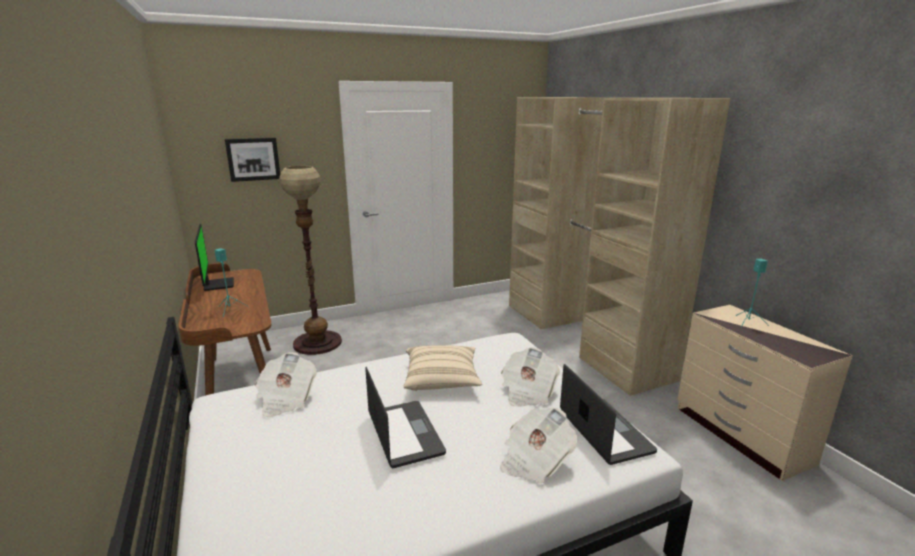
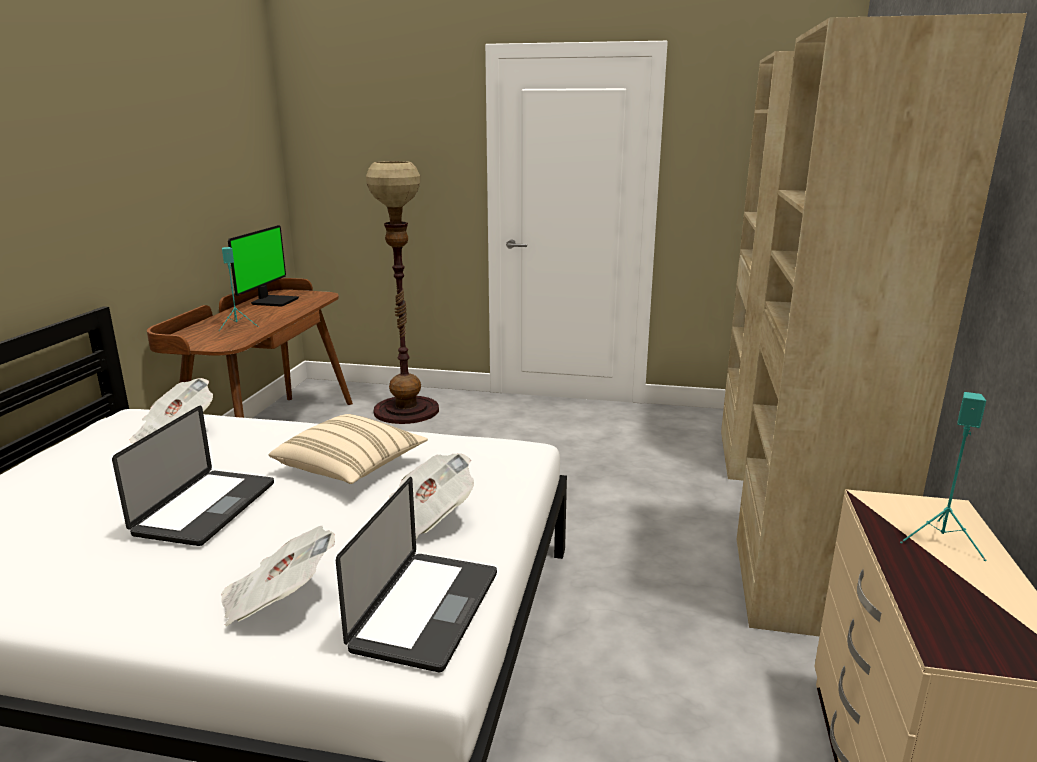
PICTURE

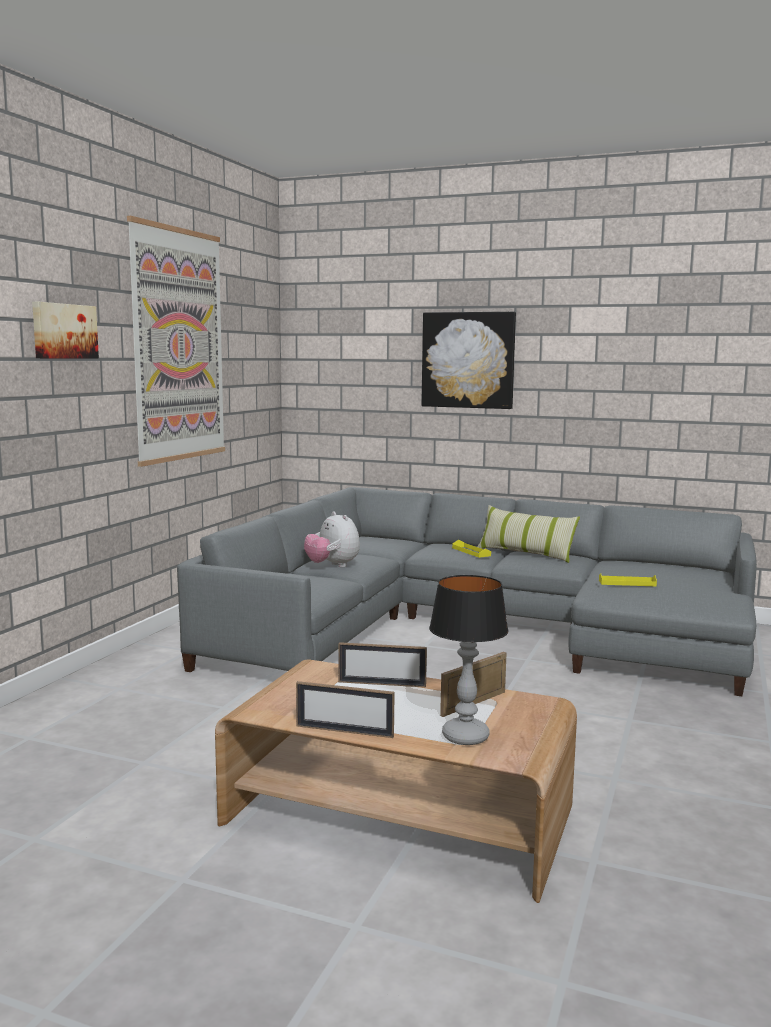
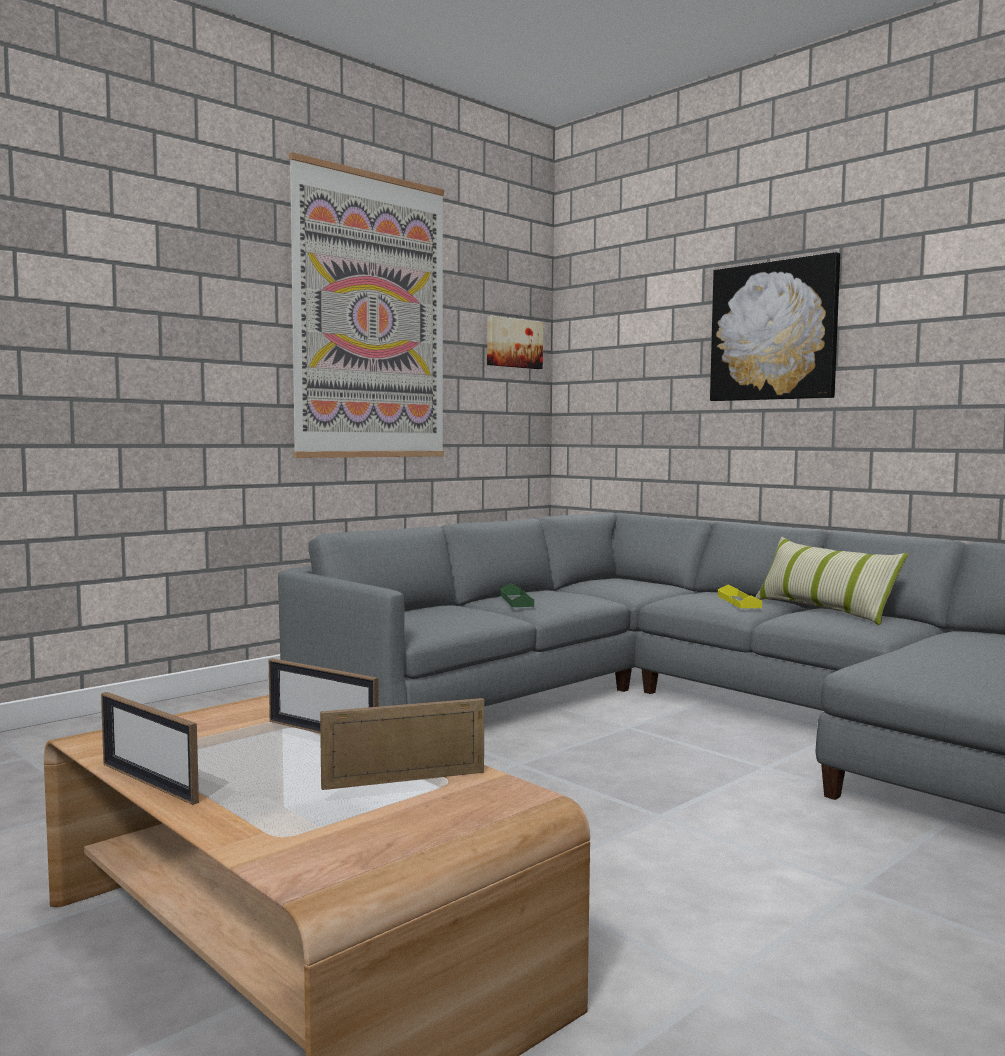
TABLE LAMP
YELLOW TRAY (no. 2 from left in the first image)
PICTURE (no. 2 from left)
GREEN TRAY

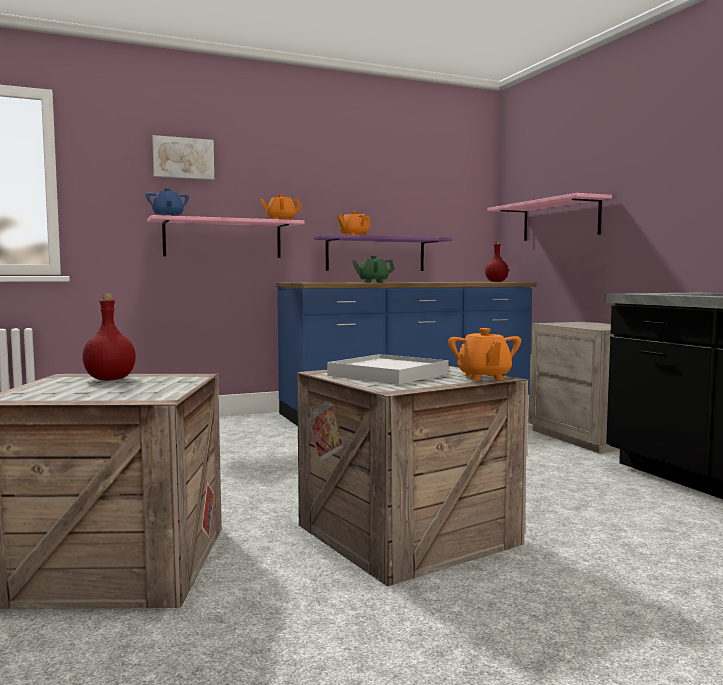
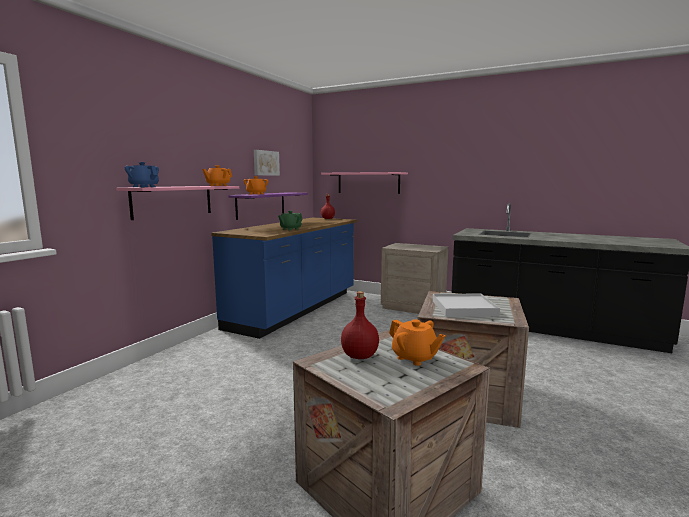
PICTURE
ORANGE TEAPOT (no. 3 from left)

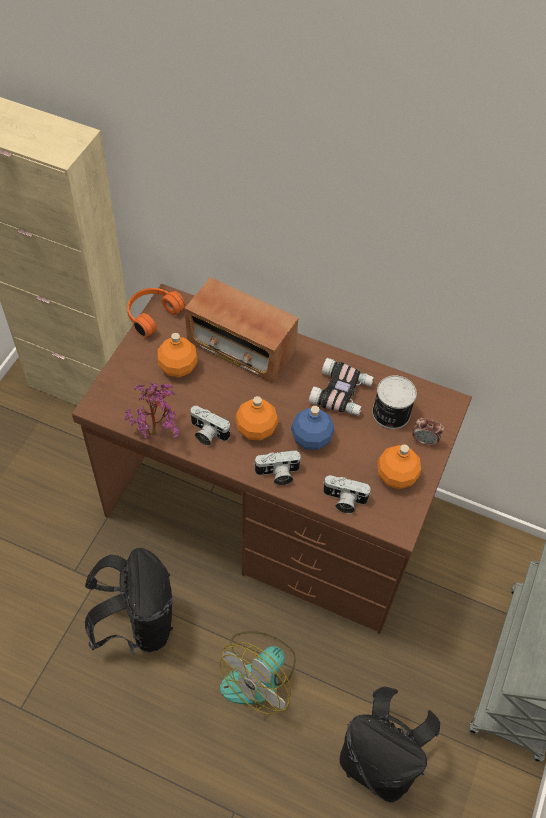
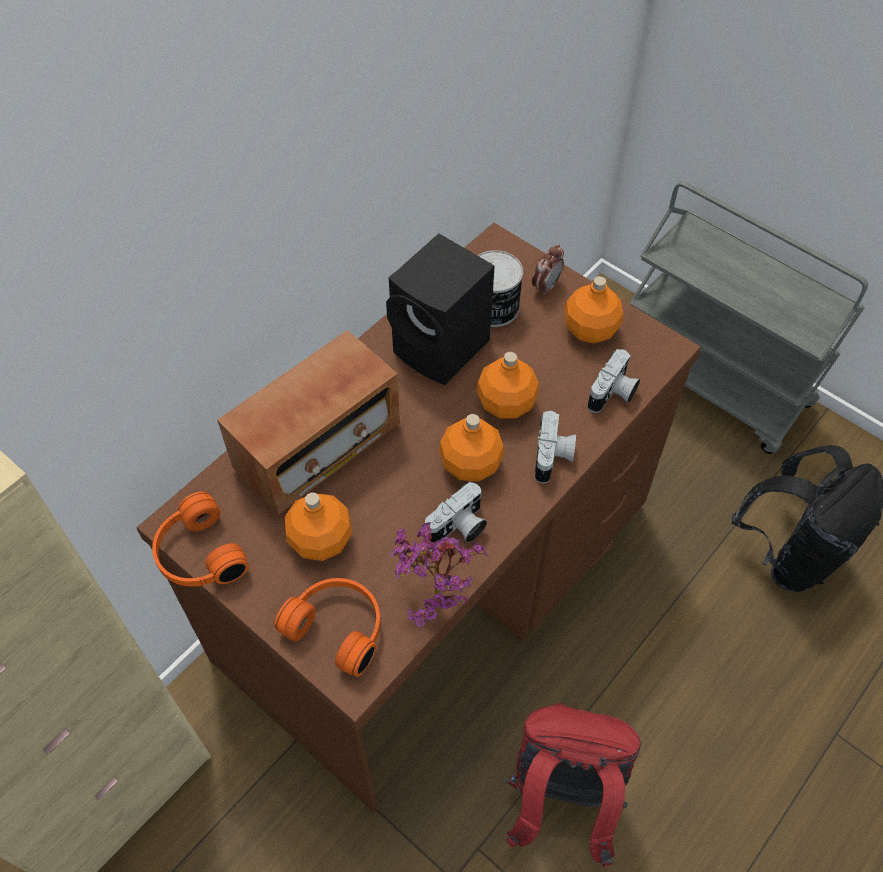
FAN
ORANGE HEADPHONES (no. 2 from left)
BLACK SPEAKER
RED BACKPACK
ORANGE BOTTLE (no. 3 from left)

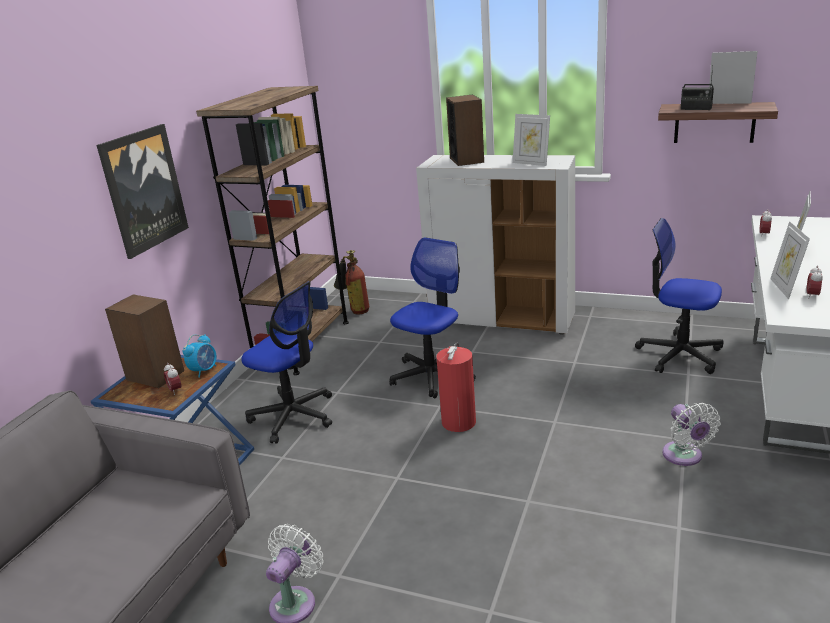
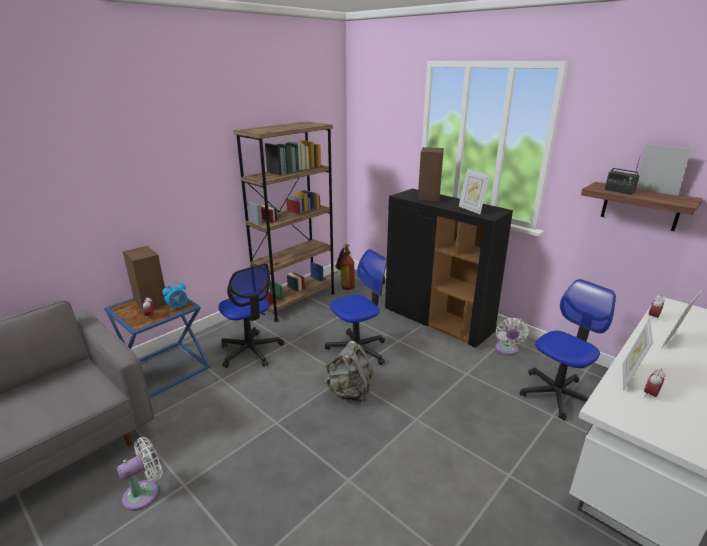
PICTURE
WHITE FAN (no. 2 from left)
GREY BACKPACK
BLACK CABINET
OFFICE CHAIR (no. 3 from left)

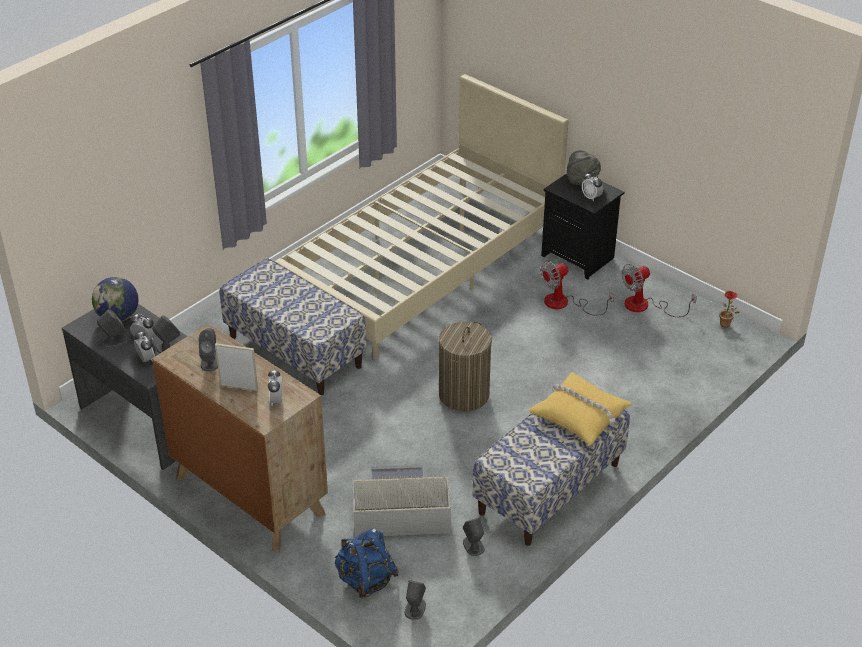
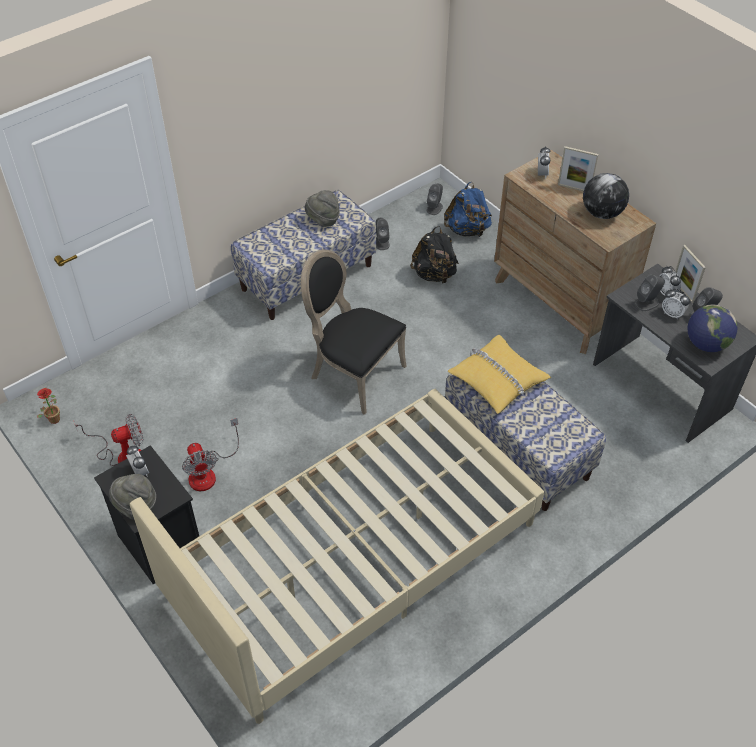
GREY HAT (no. 2 from left)
PICTURE FRAME (no. 2 from left)
YELLOW PILLOW
GLOBE (no. 1 from left)
BLACK BACKPACK
BLACK CHAIR
FAN (no. 2 from left)

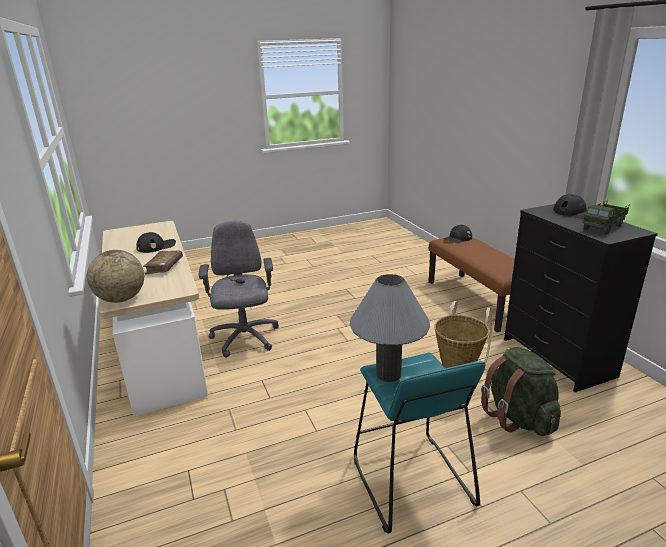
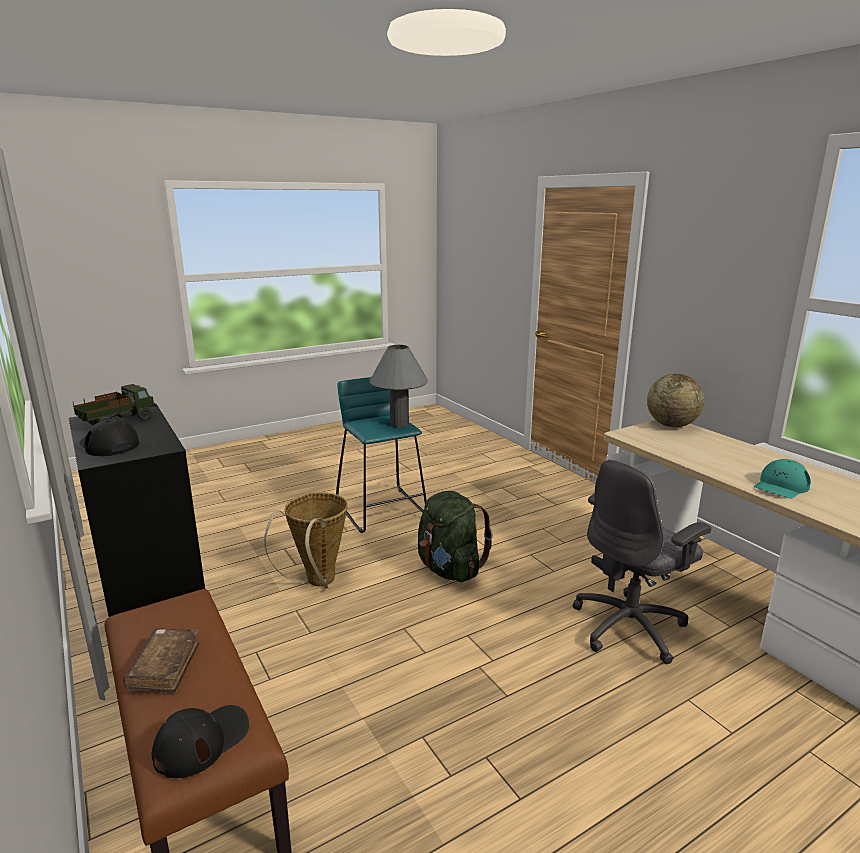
BROWN BOOK
GREEN BACKPACK
TURQUOISE CAP
GREY OFFICE CHAIR

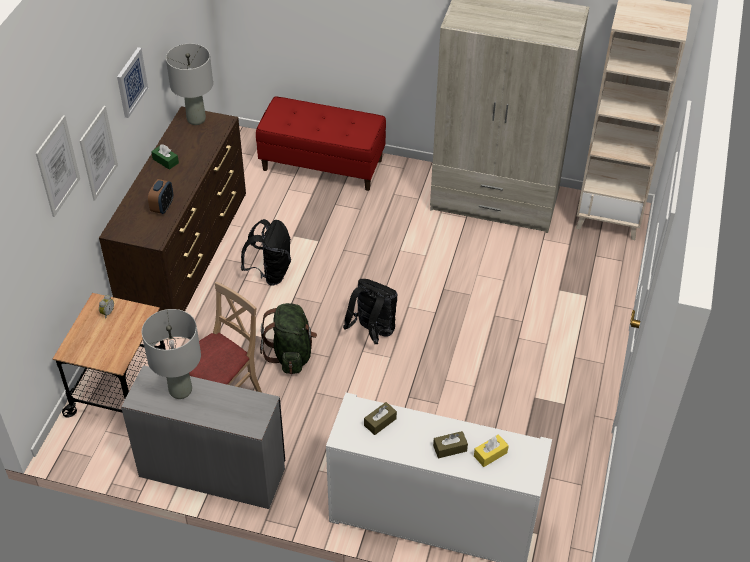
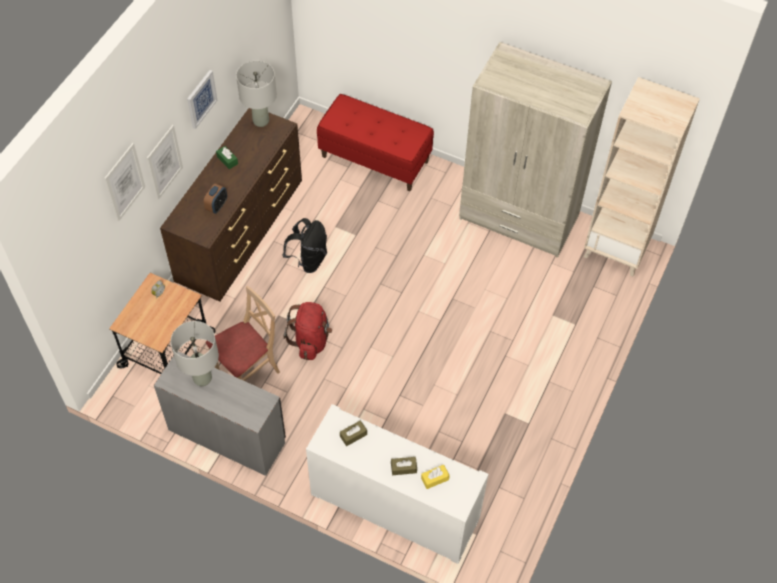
BLACK BACKPACK (no. 2 from left in the first image)
RED BACKPACK

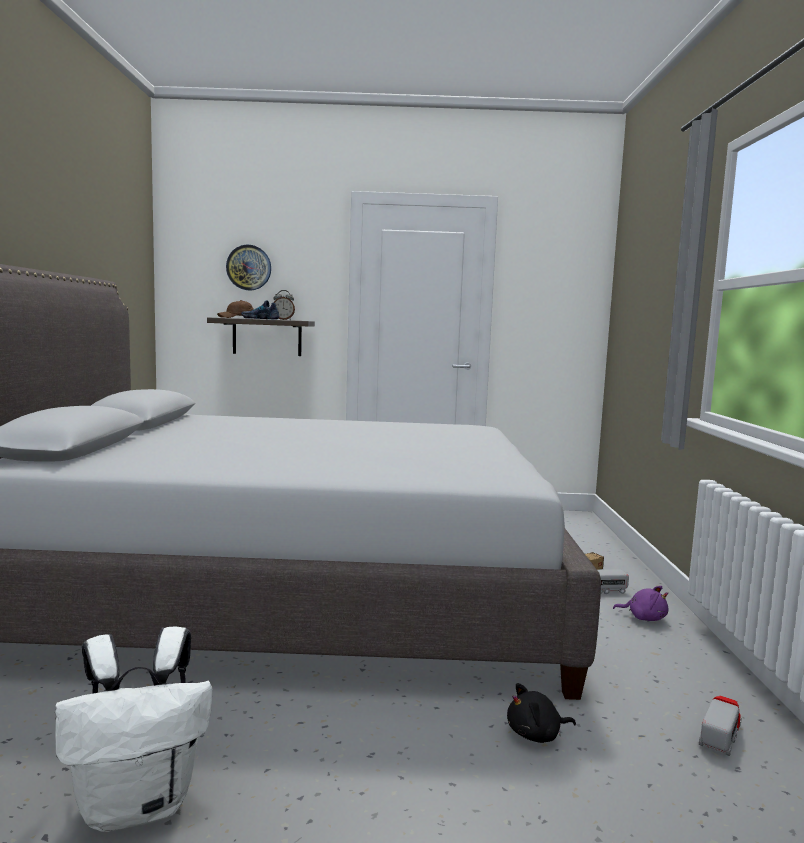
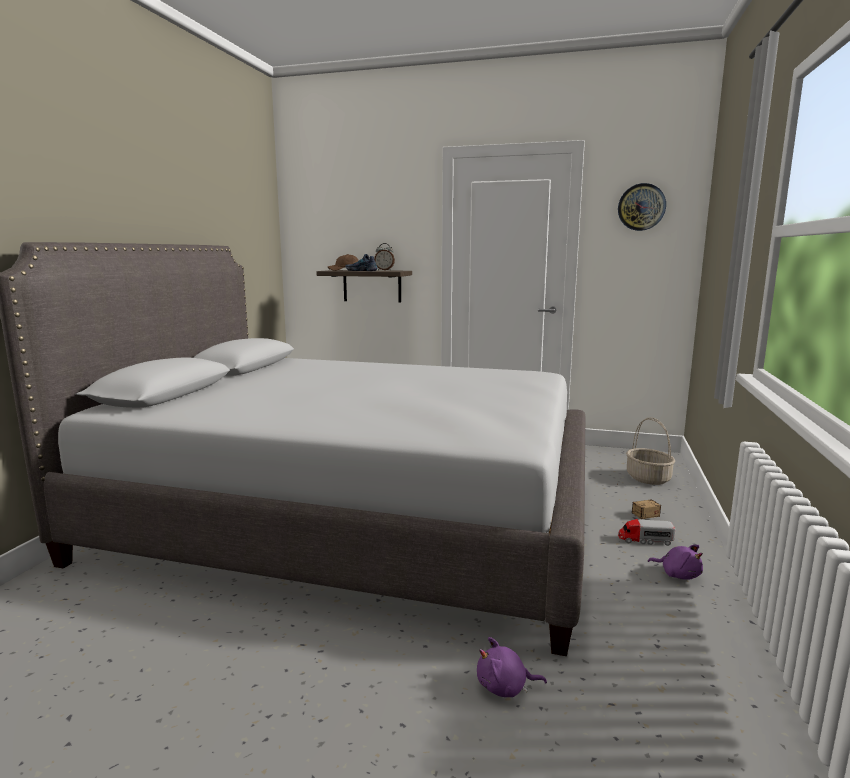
WHITE BACKPACK
TOY TRUCK (no. 2 from left in the first image)
BASKET
WALL CLOCK
PURPLE PLUSH TOY (no. 1 from left)

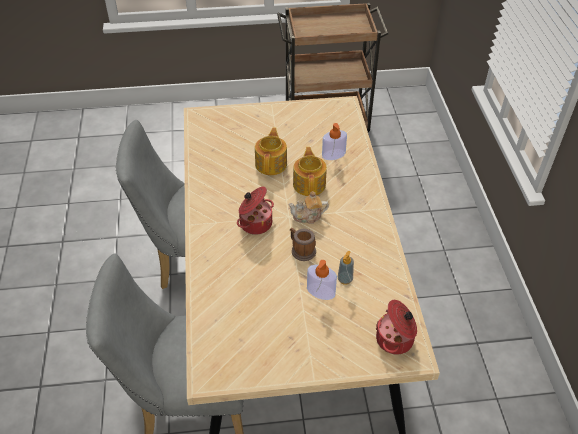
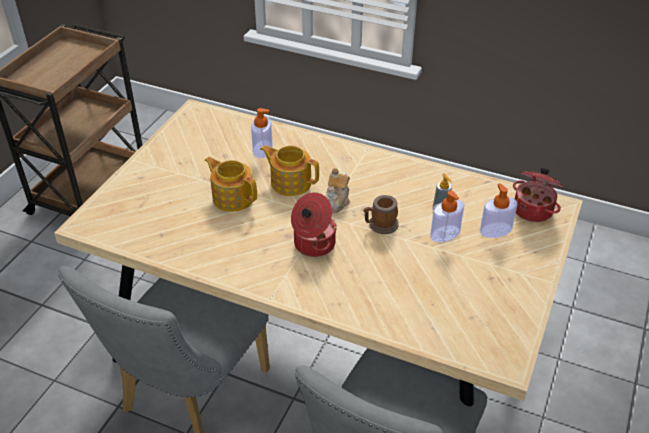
SOAP DISPENSER (no. 4 from left)

